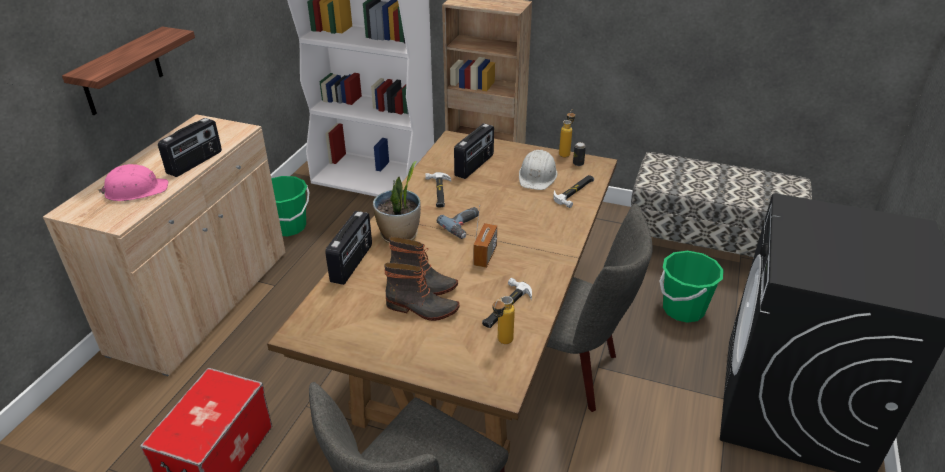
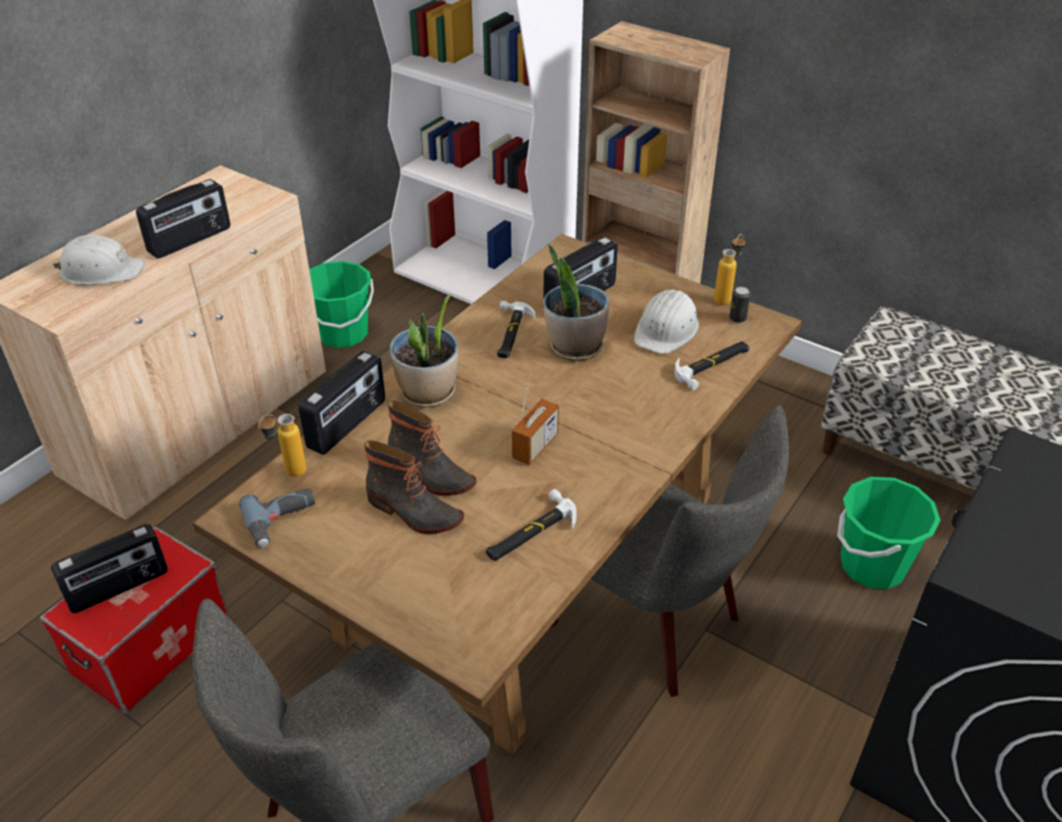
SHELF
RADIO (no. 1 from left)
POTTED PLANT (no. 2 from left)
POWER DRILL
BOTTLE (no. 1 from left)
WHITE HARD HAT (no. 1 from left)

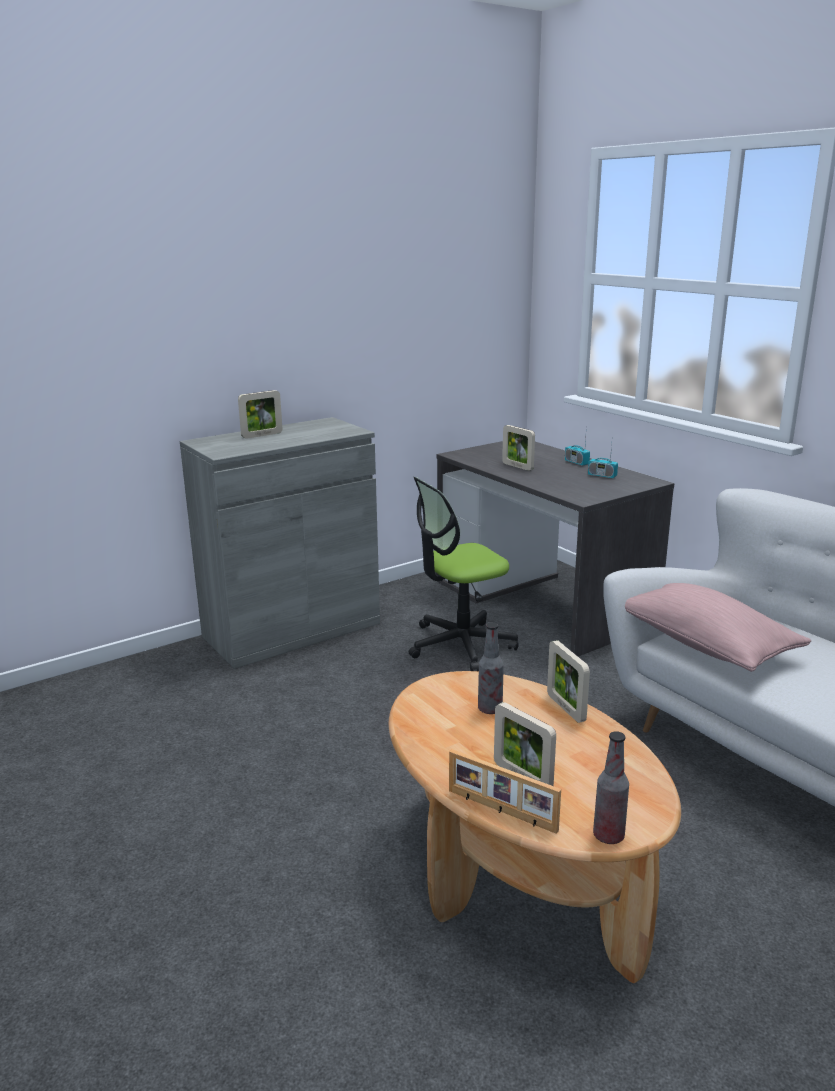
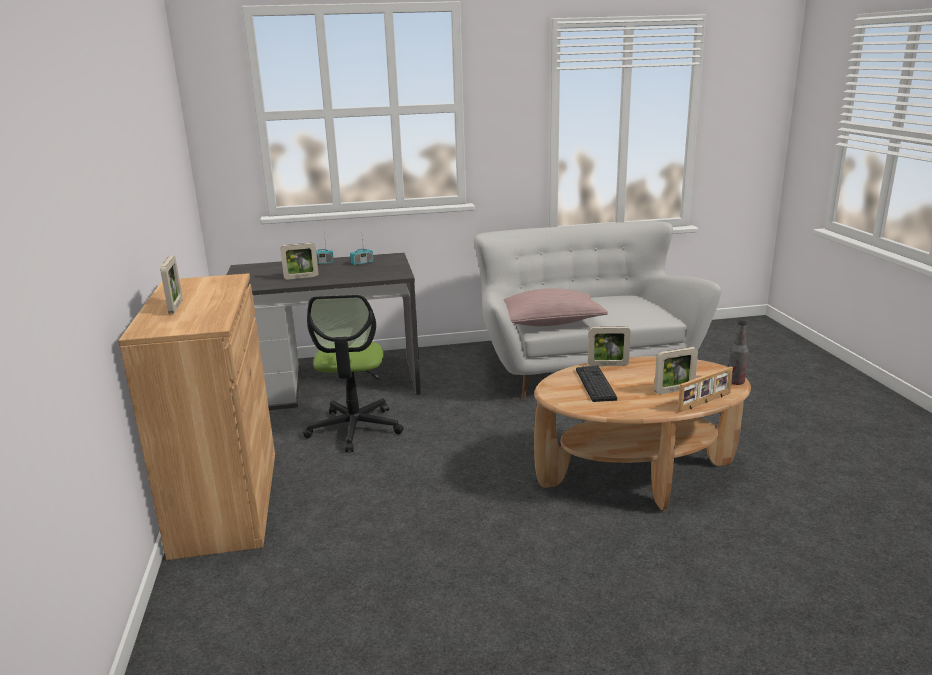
KEYBOARD
BROWN CABINET

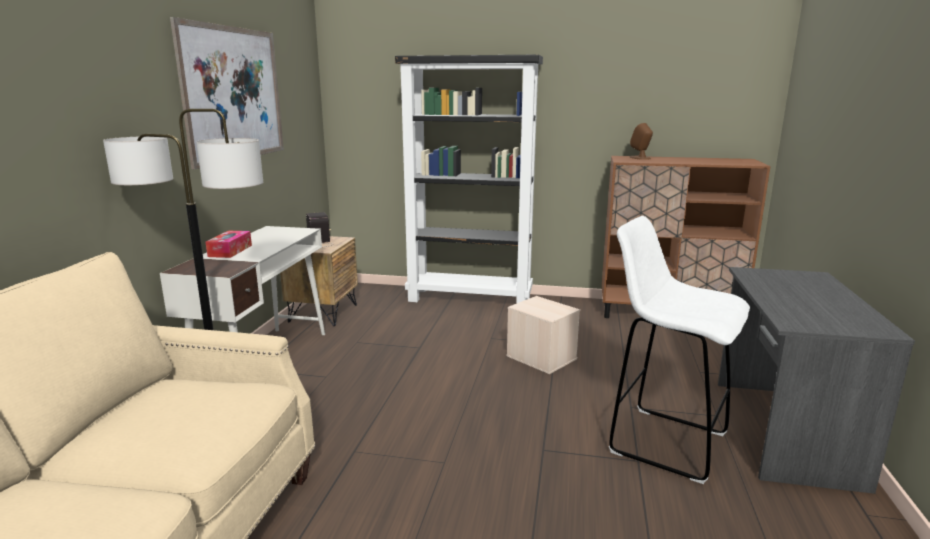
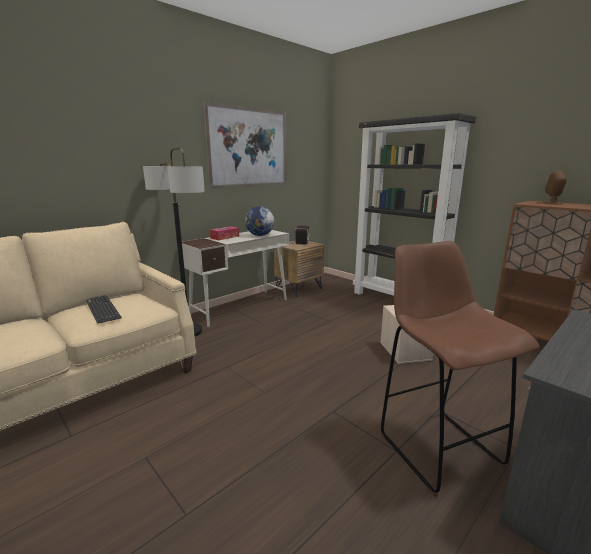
KEYBOARD
GLOBE
BROWN STOOL

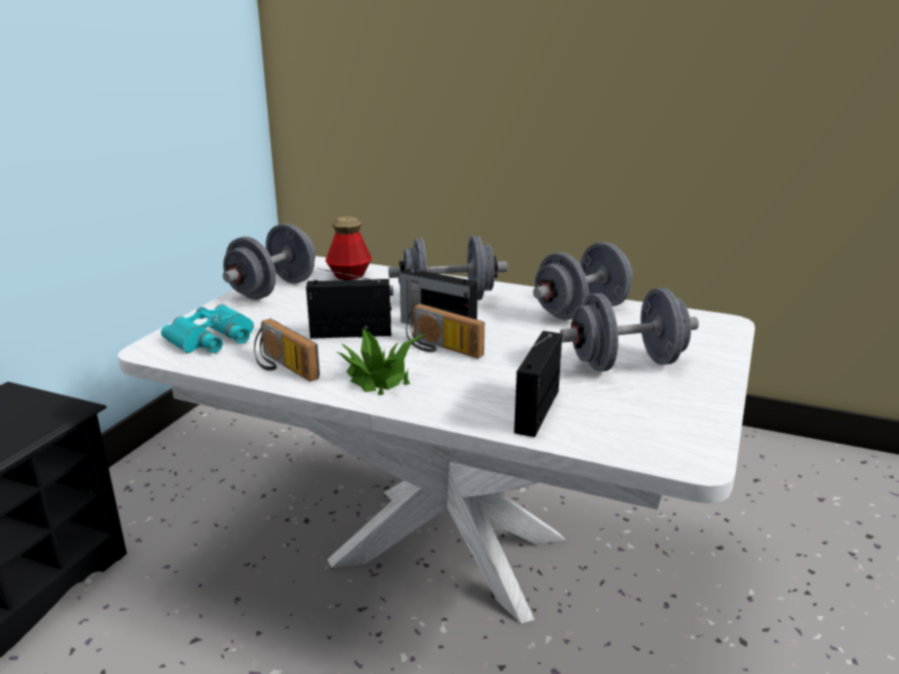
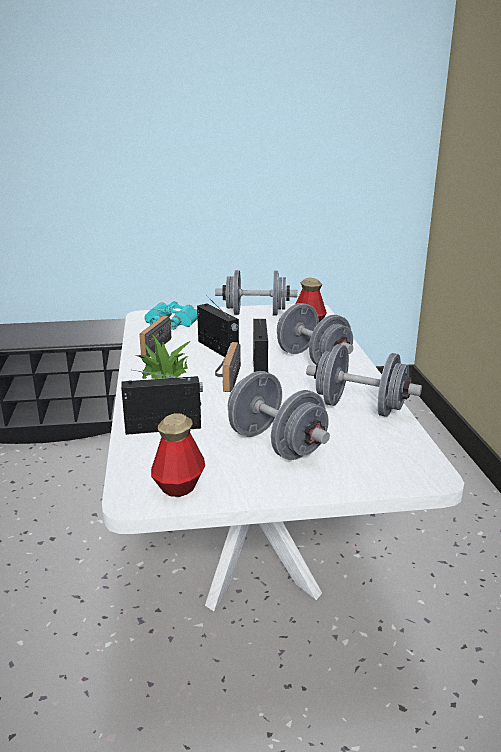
BOTTLE (no. 1 from left)

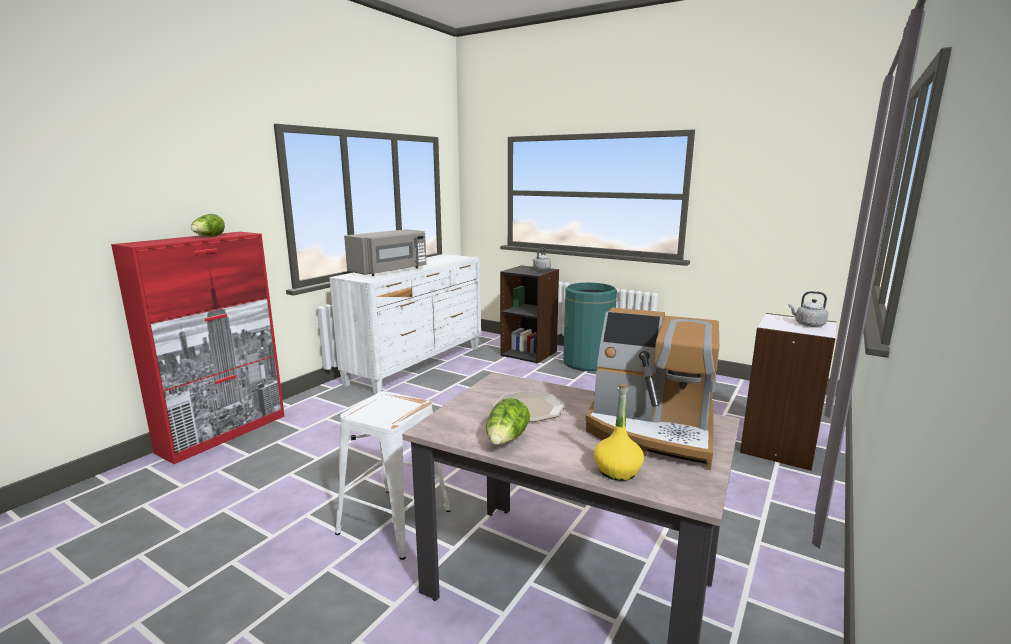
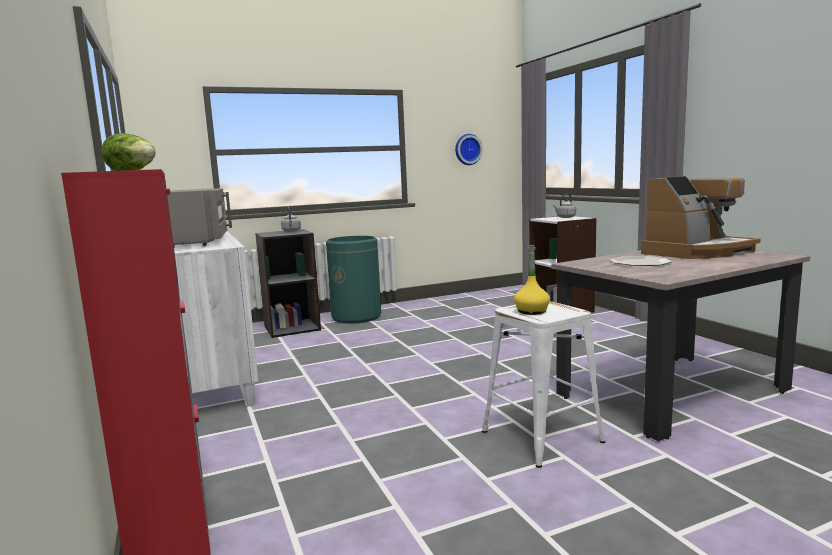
LETTUCE (no. 2 from left in the first image)
WALL CLOCK
YELLOW BOTTLE

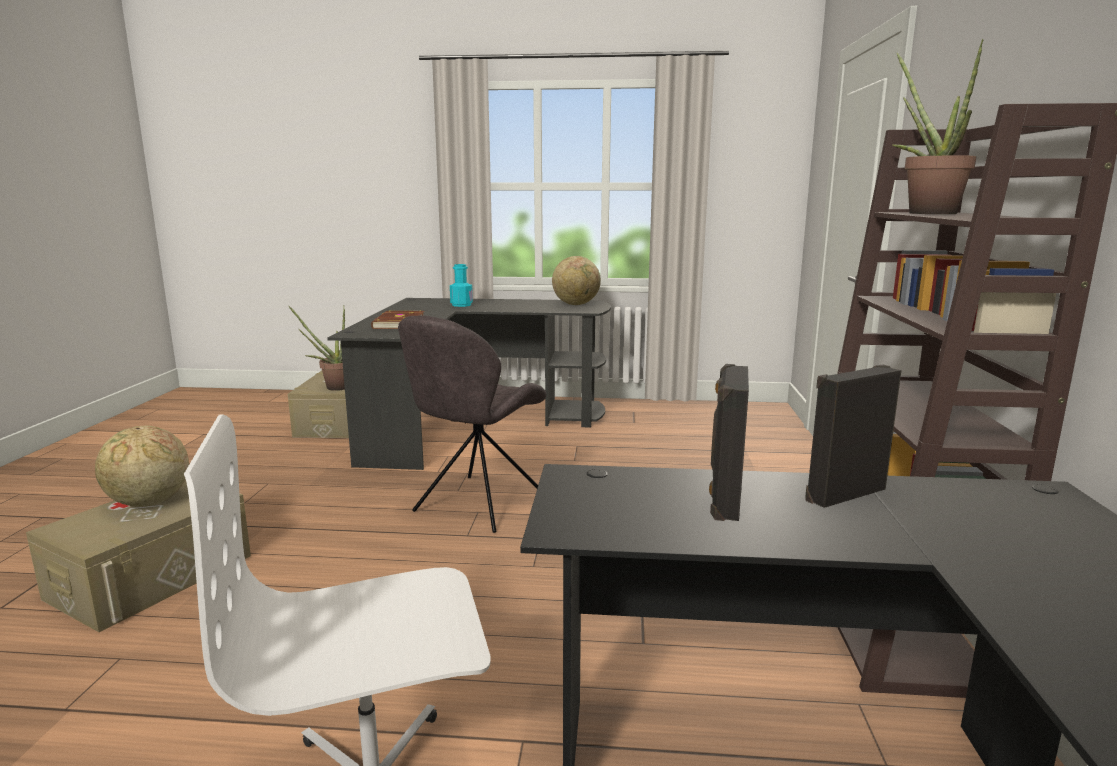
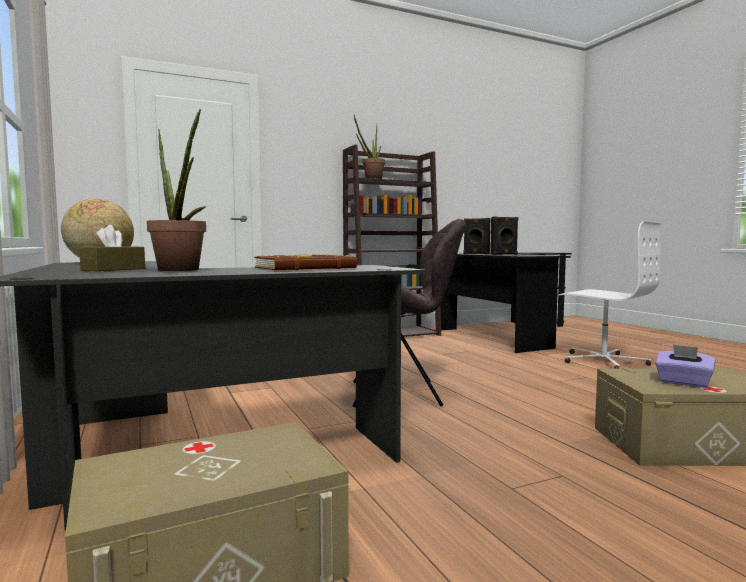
POTTED PLANT (no. 1 from left)
PURPLE TISSUE BOX
BROWN TISSUE BOX

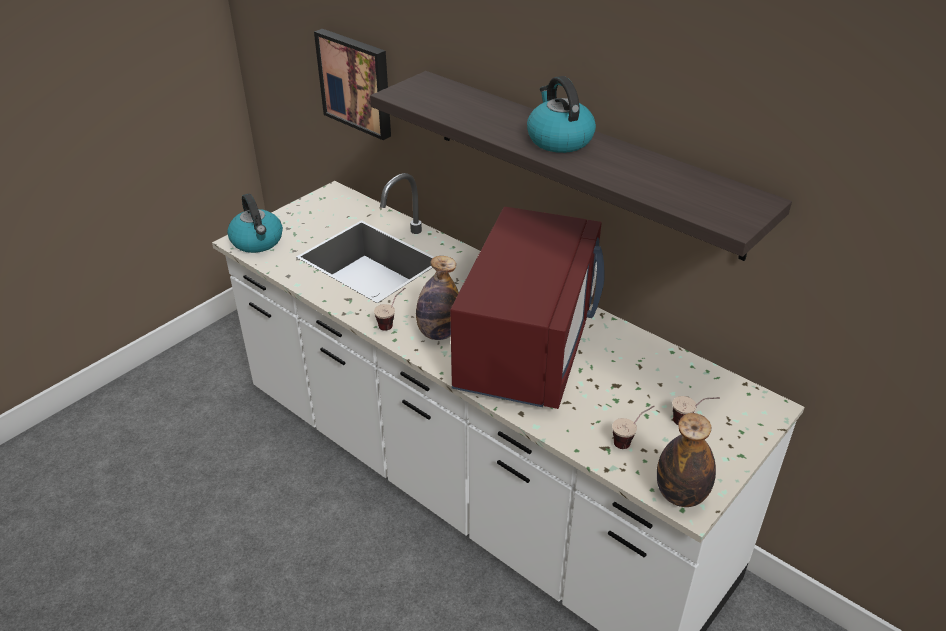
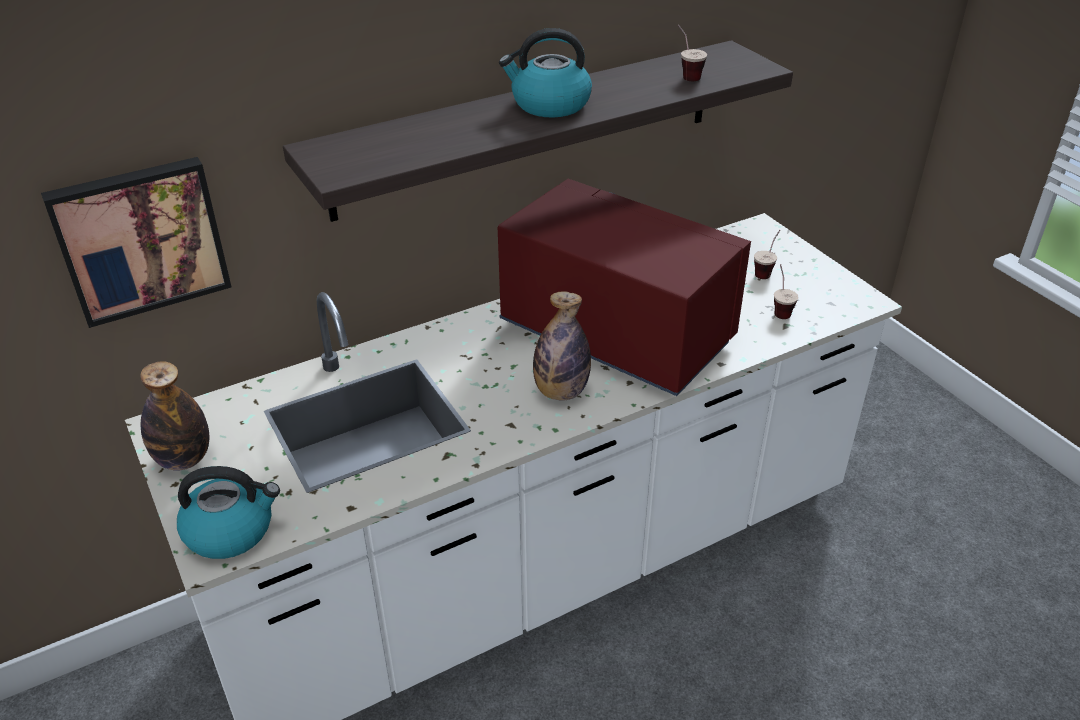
CUP (no. 1 from left)
BOTTLE (no. 1 from left)

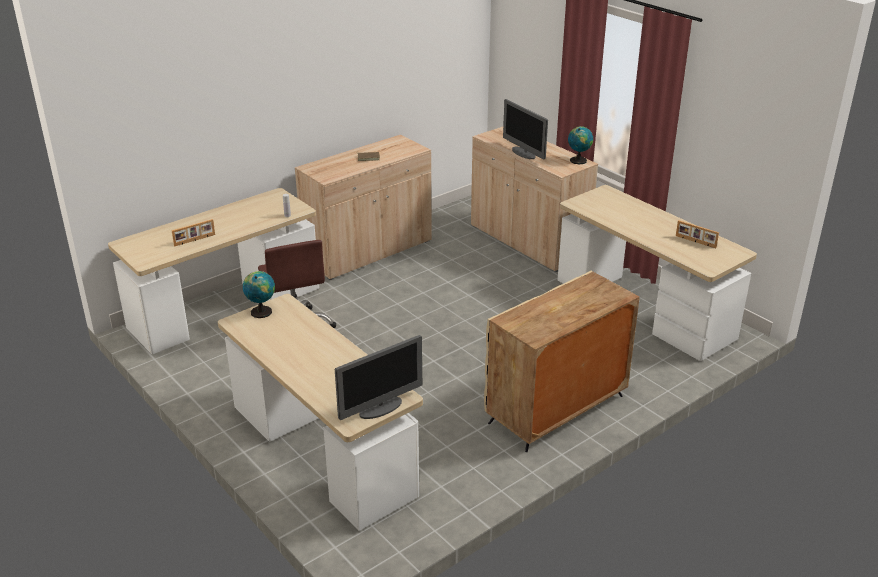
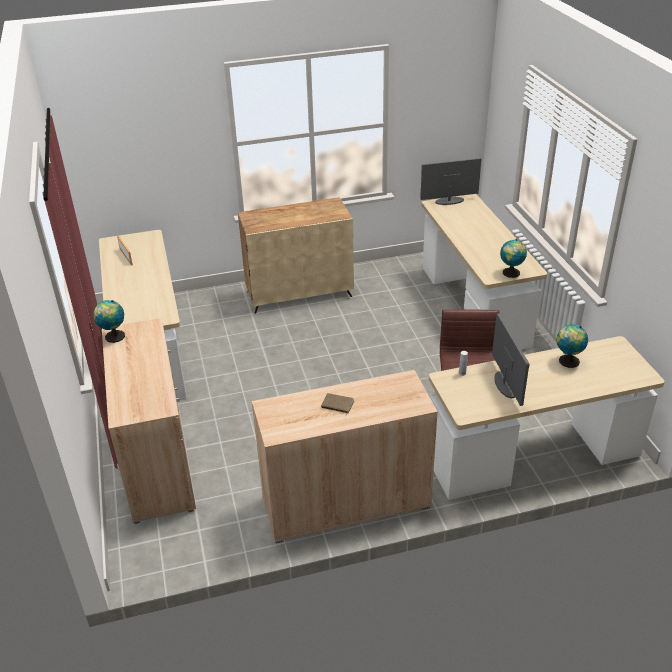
MONITOR (no. 2 from left)
GLOBE (no. 3 from left)

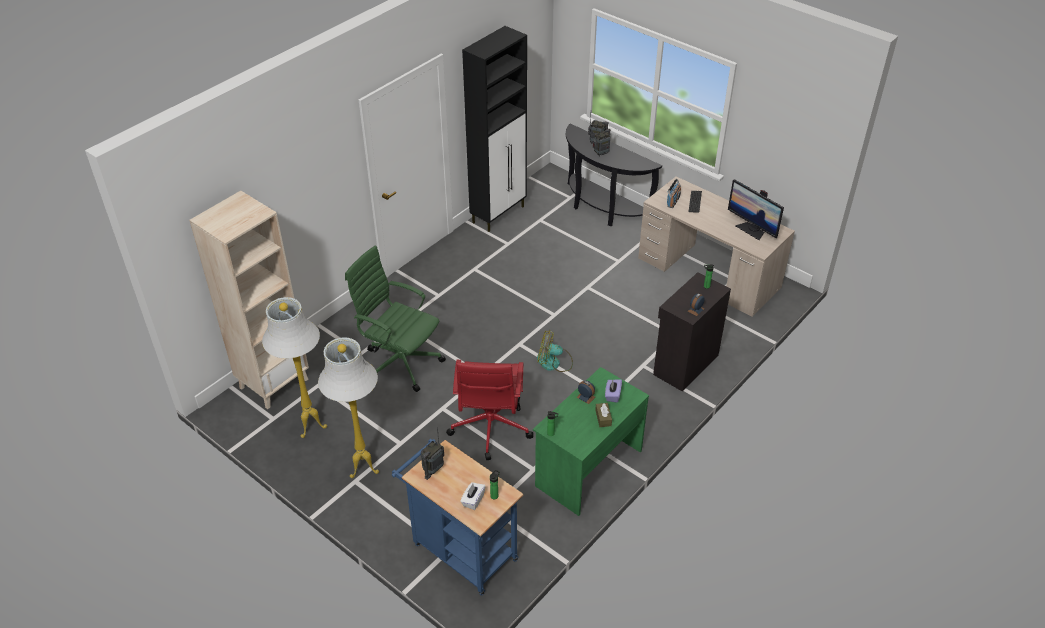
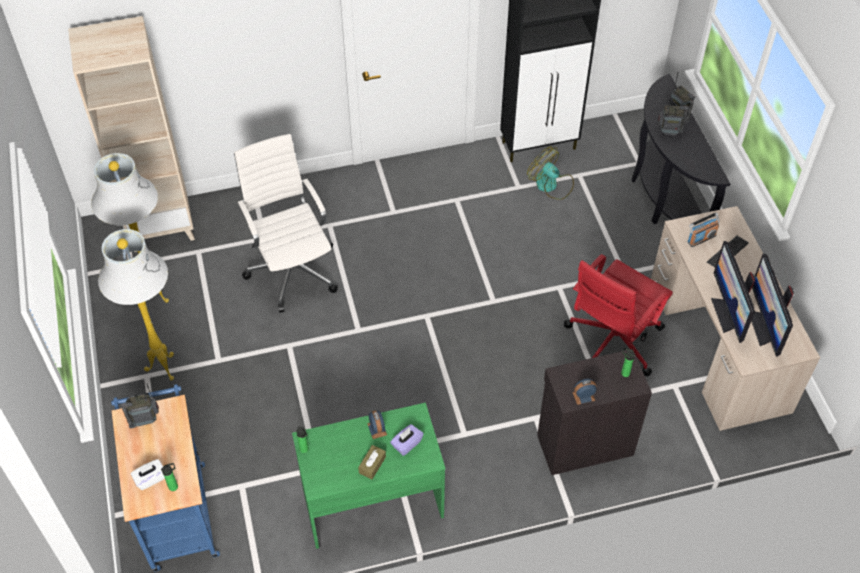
MONITOR (no. 1 from left)
RED OFFICE CHAIR
FAN
WHITE OFFICE CHAIR

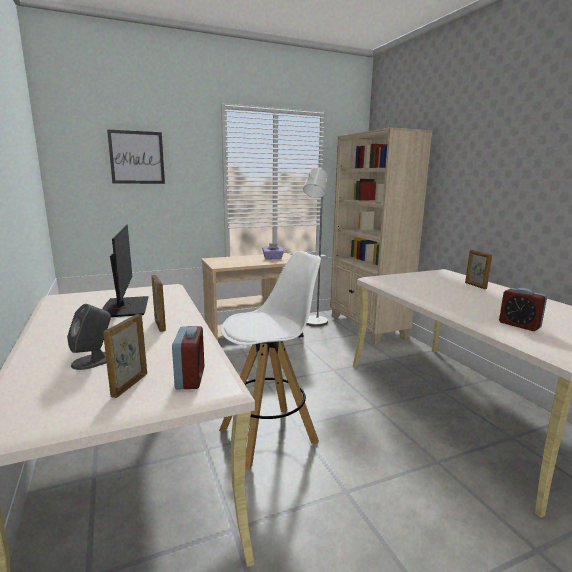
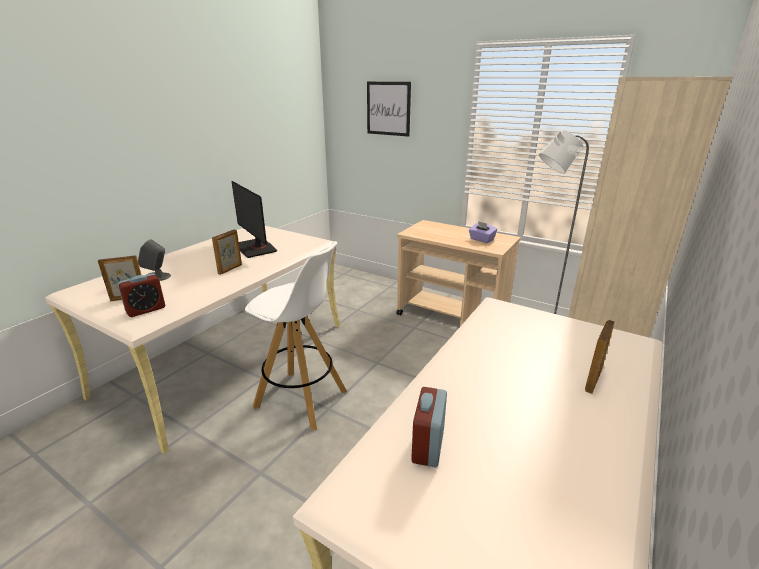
MONITOR

